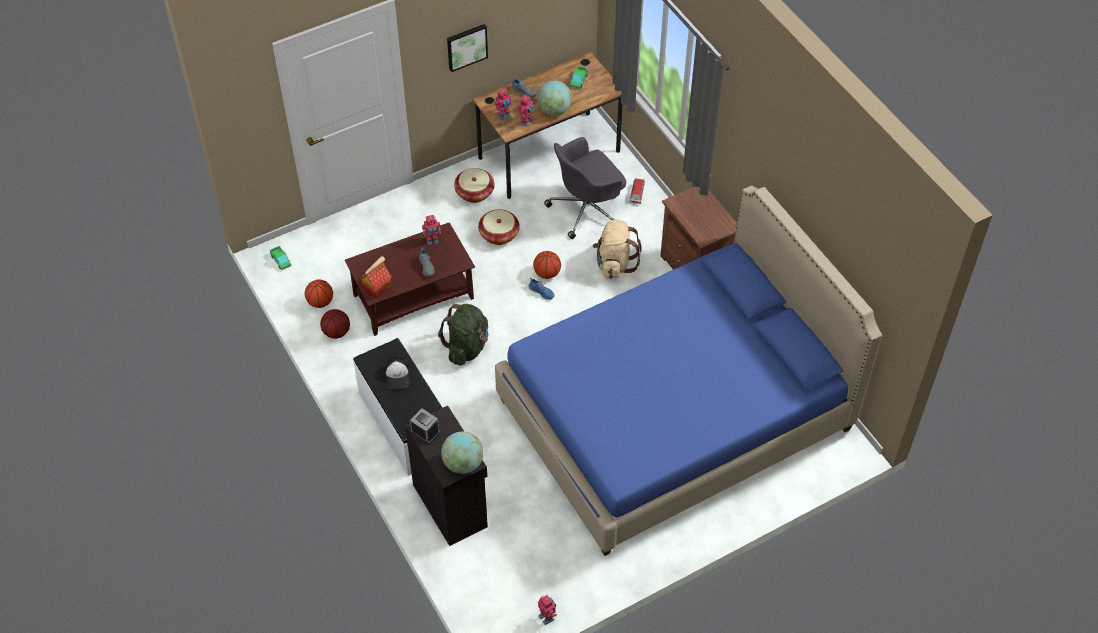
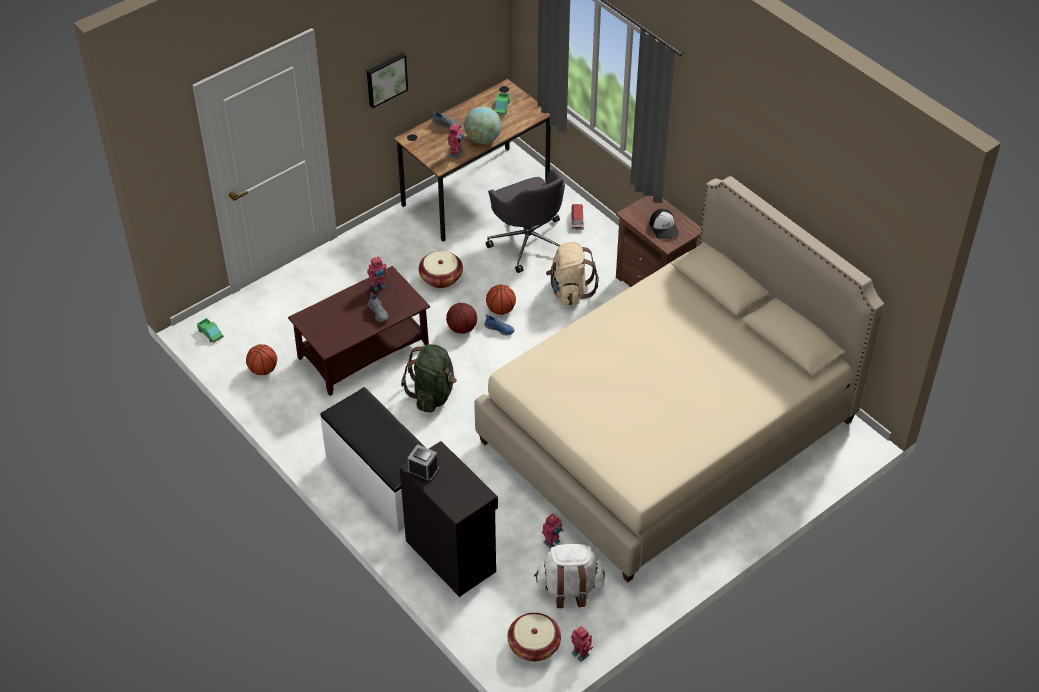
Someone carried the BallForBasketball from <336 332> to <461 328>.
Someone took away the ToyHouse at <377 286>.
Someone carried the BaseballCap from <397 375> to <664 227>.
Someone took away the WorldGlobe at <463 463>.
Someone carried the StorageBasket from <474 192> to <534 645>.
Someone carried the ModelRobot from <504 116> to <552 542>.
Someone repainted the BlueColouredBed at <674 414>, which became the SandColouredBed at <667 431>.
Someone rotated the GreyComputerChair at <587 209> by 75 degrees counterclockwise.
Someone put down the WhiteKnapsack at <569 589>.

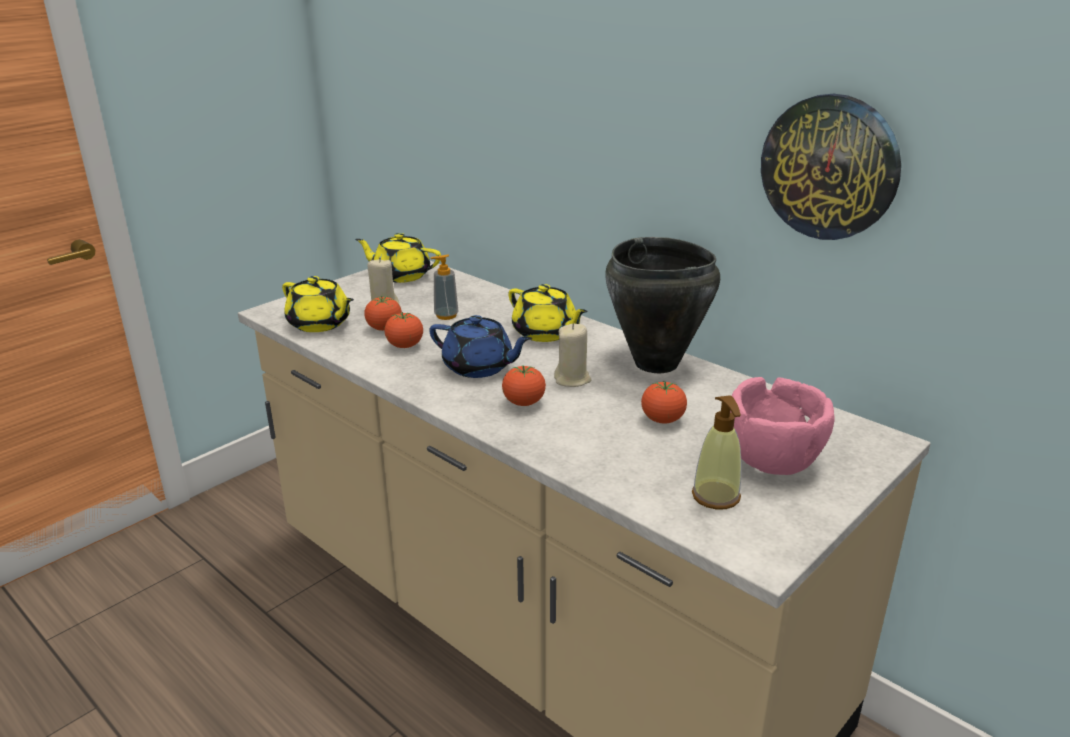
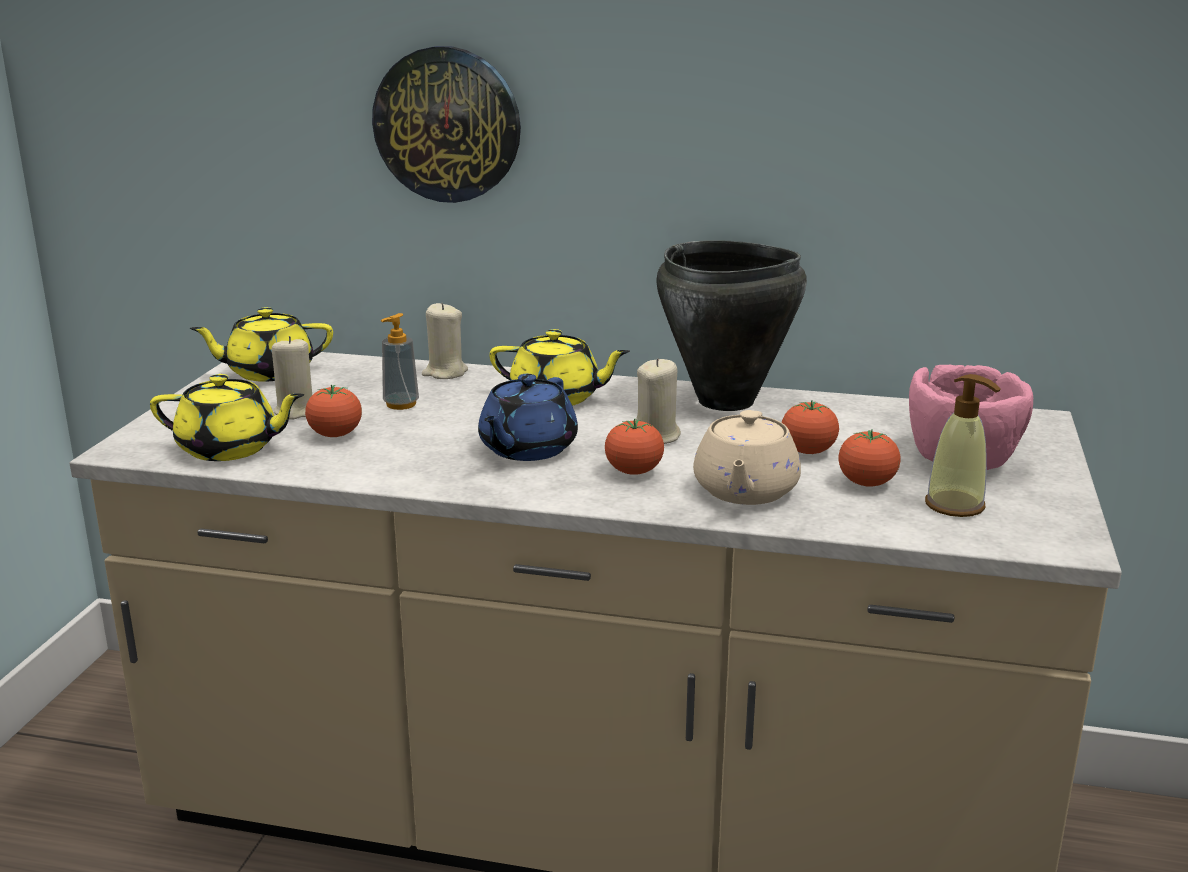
Someone carried the Tomato from <405 346> to <866 484>.
Someone rotated the BlueColouredPotForTea at <479 367> by 120 degrees clockwise.
Someone carried the ClockOnTheWall from <830 167> to <447 124>.
Someone put down the SandColouredCandle at <445 373>.
Someone put down the SandColouredPotForTea at <745 491>.

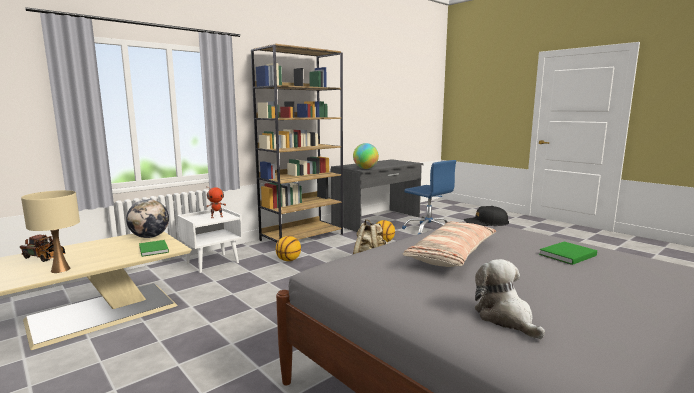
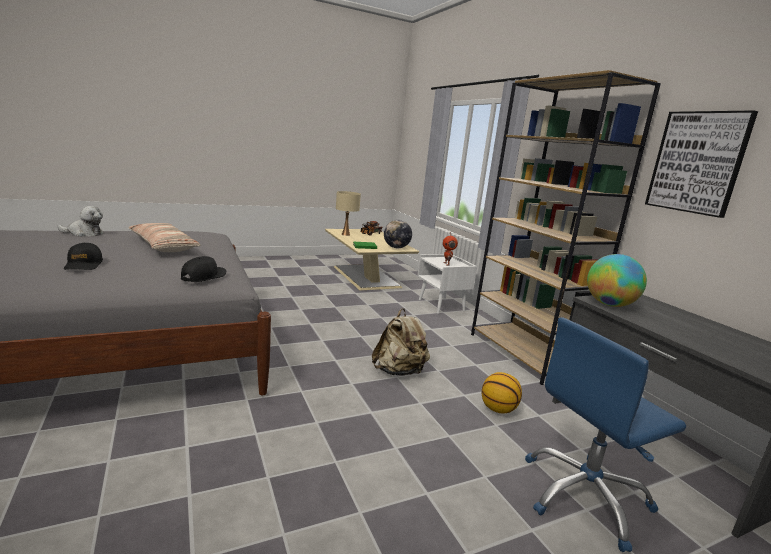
Someone took away the BallForBasketball at <288 260>.
Someone swapped the GreenBook at <566 255> for the BlackishBaseballCap at <84 265>.
Someone put up the WallPicture at <697 162>.

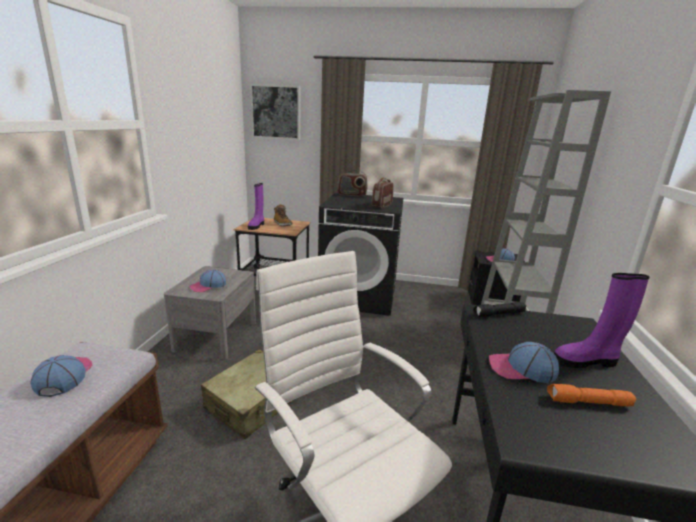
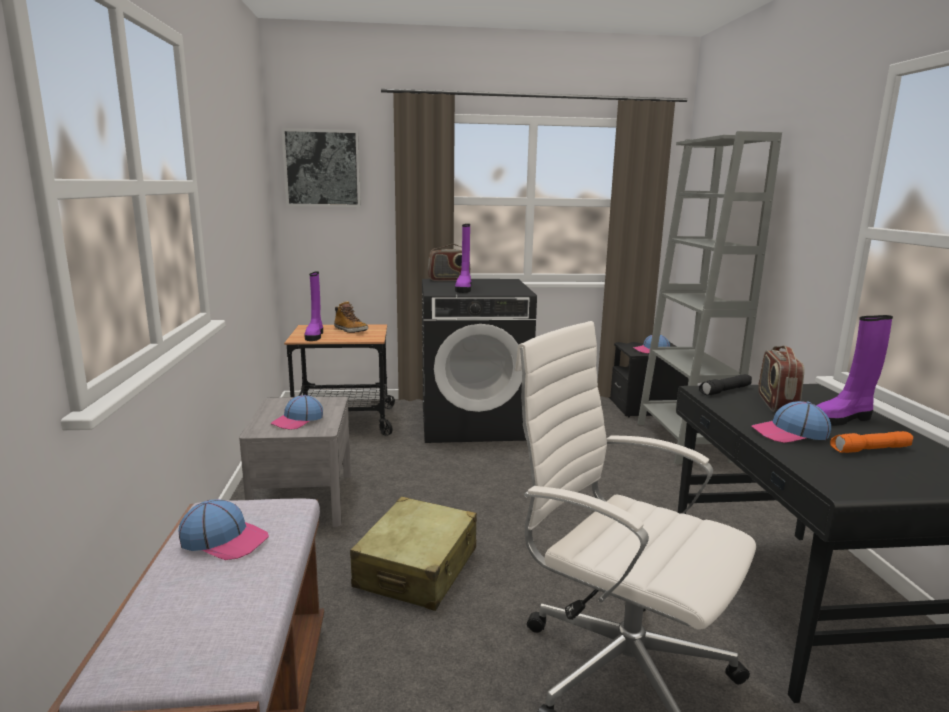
Someone rotated the BaseballCap at <64 377> by 135 degrees clockwise.
Someone carried the Radio from <381 205> to <776 403>.
Someone put down the PurpleColouredTallBoot at <464 289>.

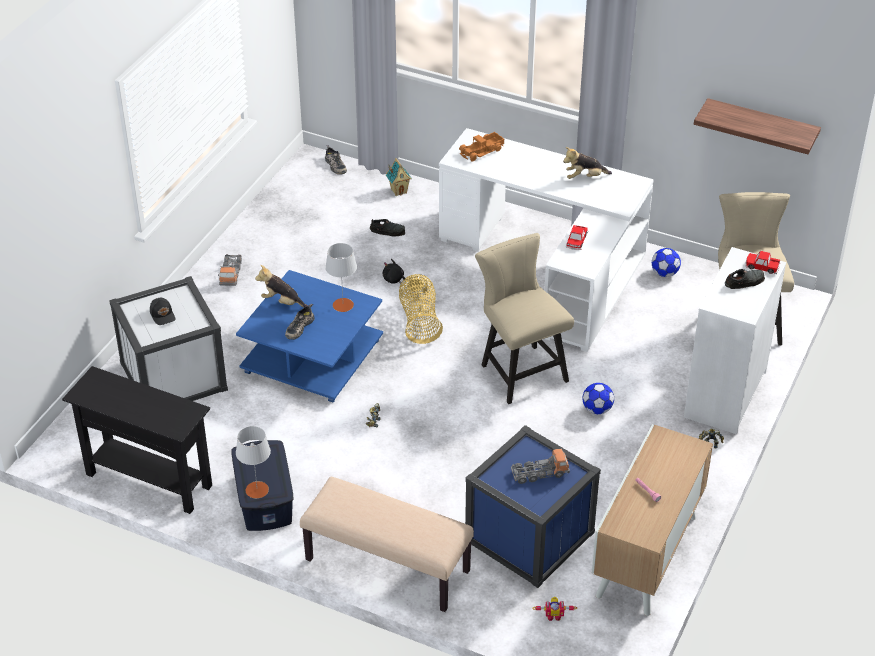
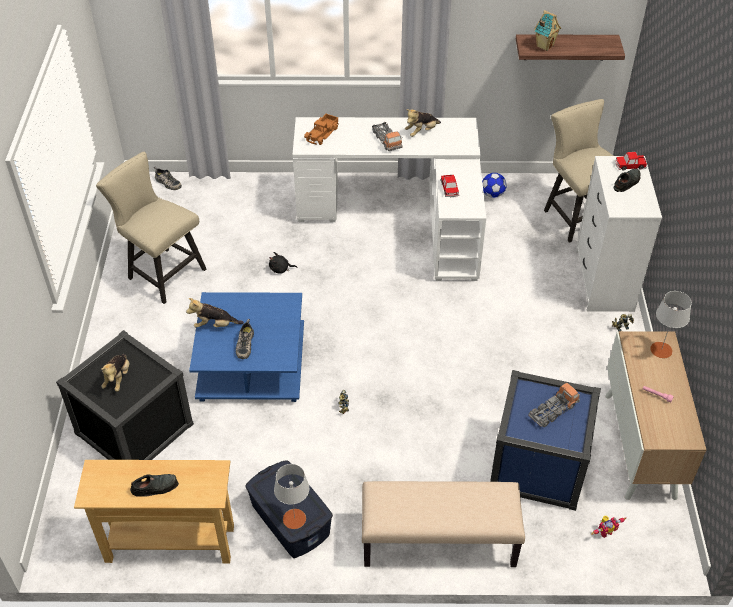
Someone repainted the BlackishHallTable at <149 480>, which became the SandColouredHallTable at <170 543>.
Someone repainted the WhiteStorageContainer at <173 376>, which became the BlackishStorageContainer at <134 428>.
Someone swapped the BlackishBaseballCap at <163 315> for the SoftToy at <118 378>.
Someone carried the ToyLorry from <231 274> to <386 140>.
Someone carried the GreyTableLamp from <343 305> to <661 350>.
Someone carried the BlackishShoe from <388 231> to <155 487>.
Someone carried the ToyHouse from <399 191> to <544 45>.
Someone took away the StorageBasket at <420 320>.
Someone carried the SandColouredPlainChair from <520 370> to <162 272>.
Someone took away the Football at <597 409>.

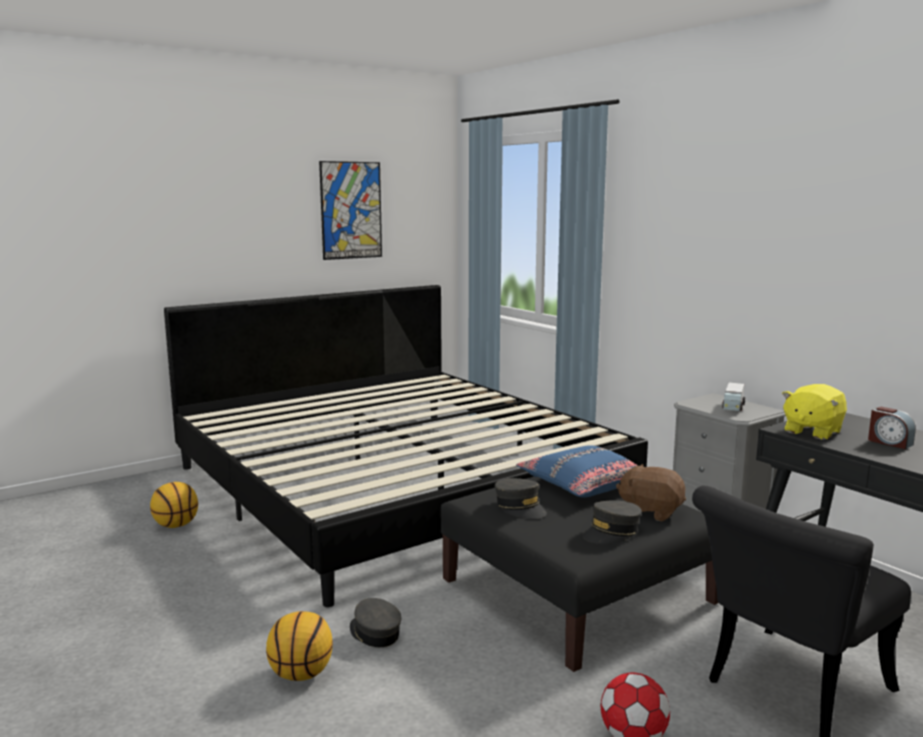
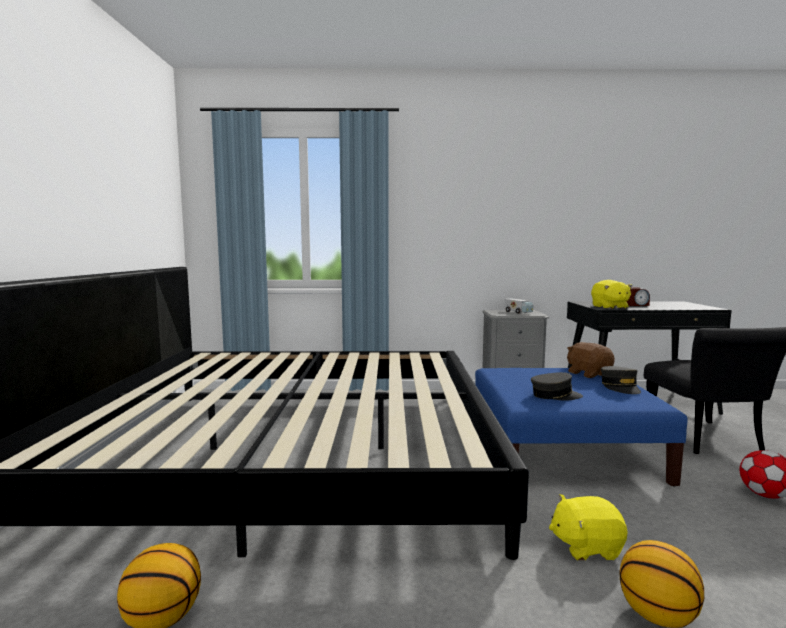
Someone took away the WallPicture at <351 210>.
Someone swapped the GreyBaseballCap at <374 633> for the YellowColouredSoftToy at <586 546>.
Someone repainted the BlackishFootrest at <577 590>, which became the BlueColouredFootrest at <560 450>.
Someone took away the BlueColouredThrowPillow at <584 484>.
Someone rotated the BrownSoftToy at <651 511> by 90 degrees clockwise.

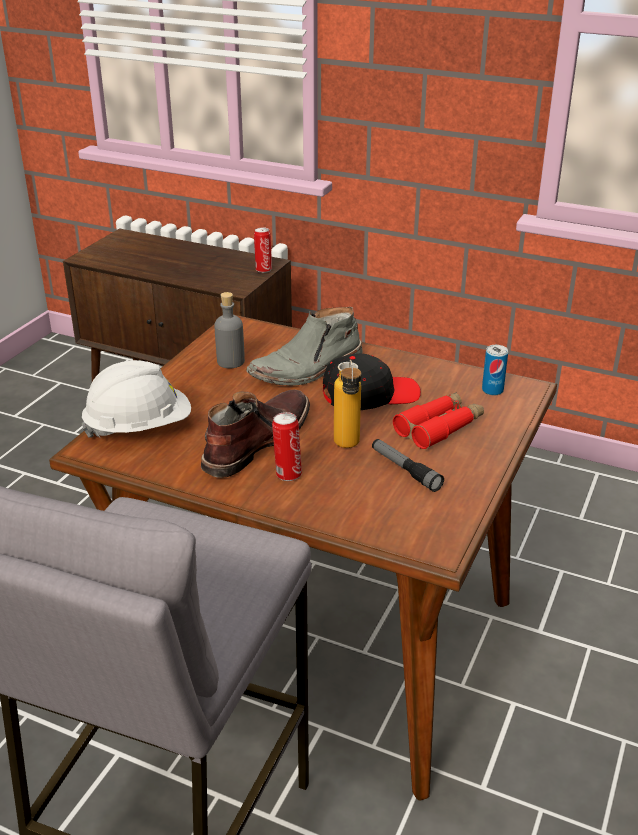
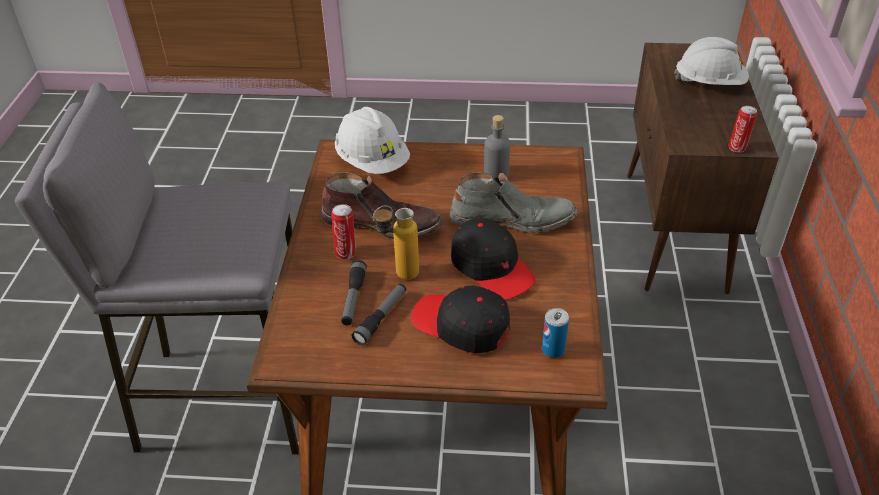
Someone rotated the GreyTallBoot at <307 369> by 150 degrees clockwise.
Someone swapped the ReddishFieldGlasses at <439 427> for the BlackishBaseballCap at <461 325>.
Someone put down the HandTorch at <353 298>.
Someone put down the WhiteWorkHelmet at <709 83>.

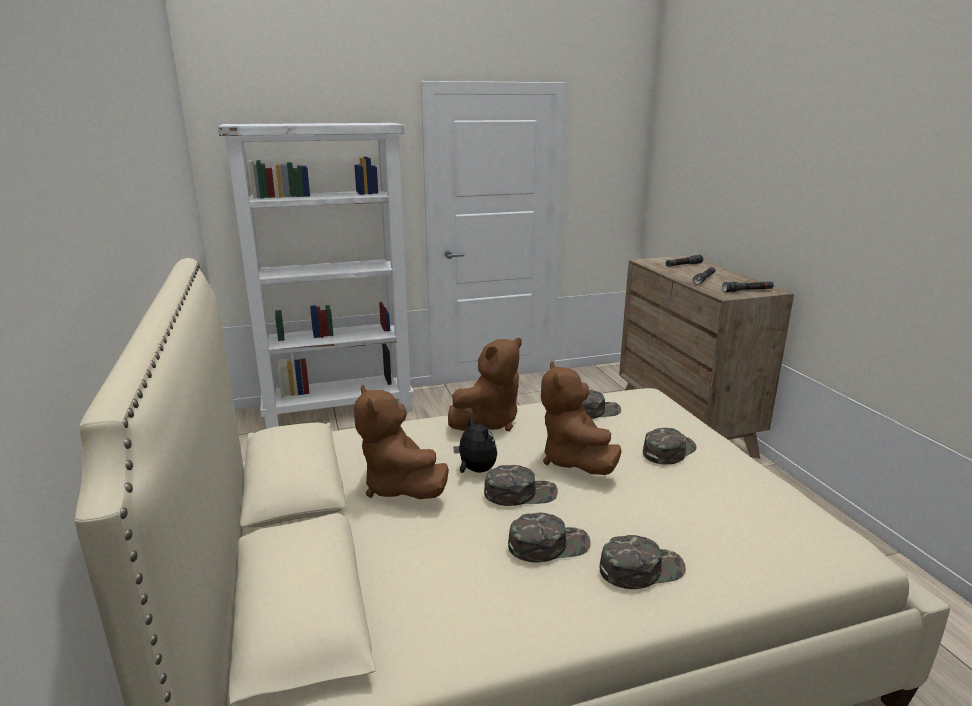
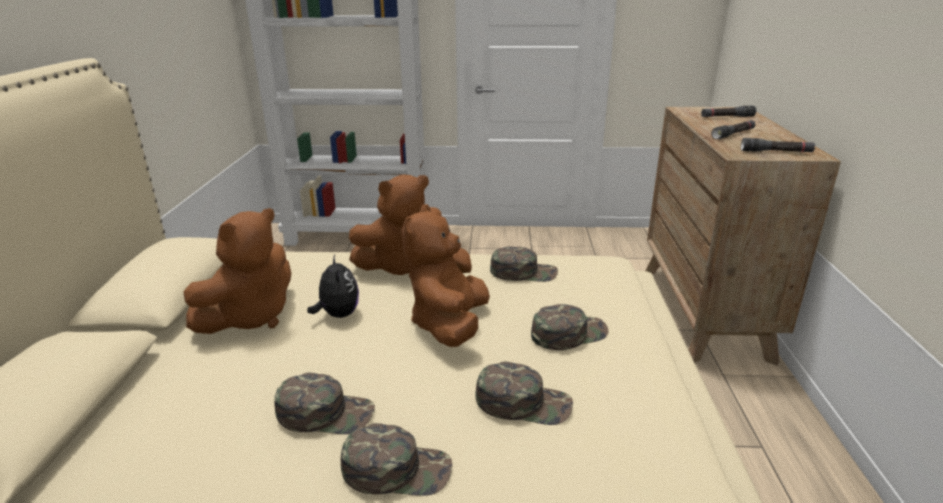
Someone rotated the BrownSoftToy at <399 487> by 135 degrees counterclockwise.
Someone carried the GreenBaseballCap from <520 493> to <523 402>.

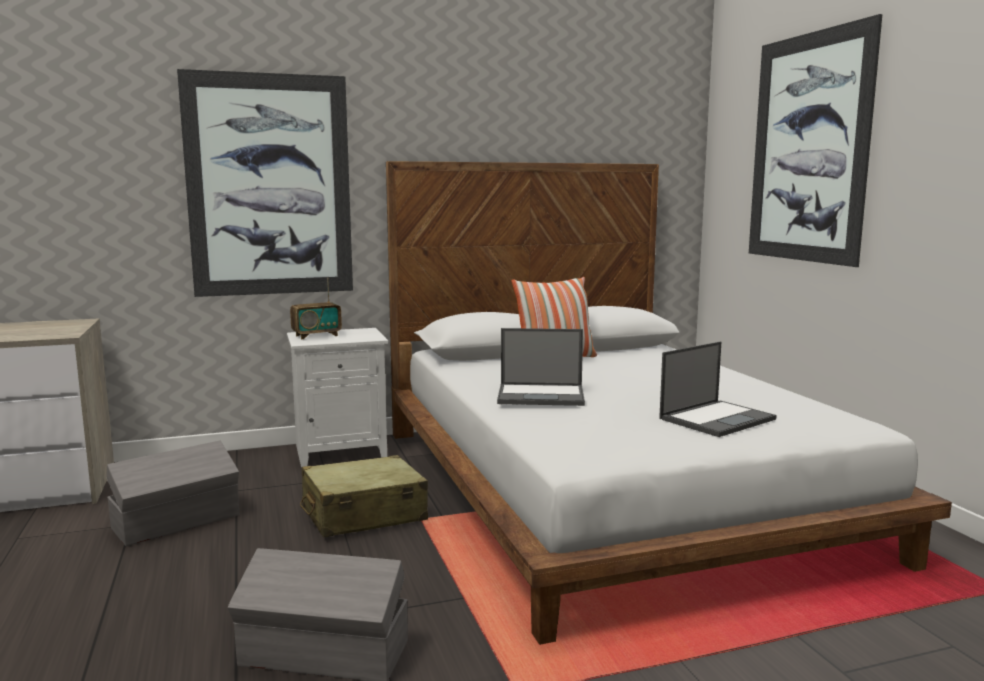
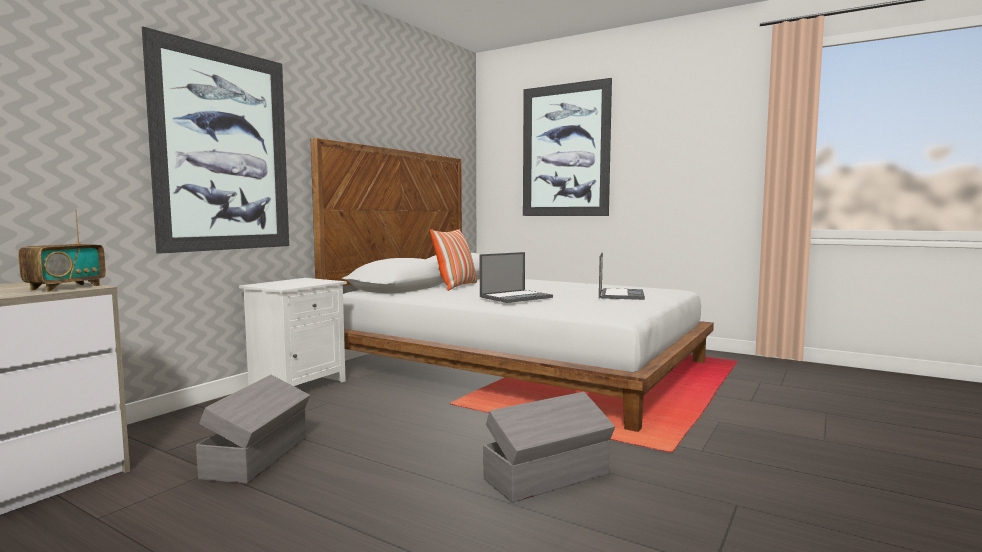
Someone carried the Radio from <316 335> to <65 287>.
Someone took away the SandColouredSuitcase at <363 514>.

